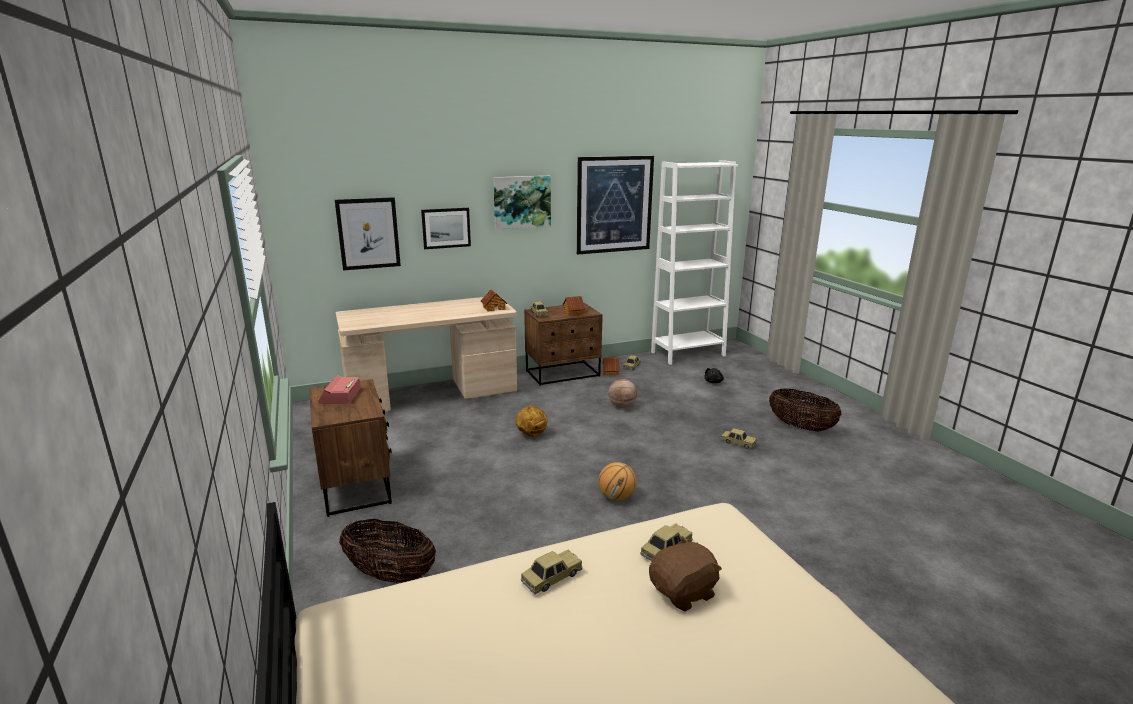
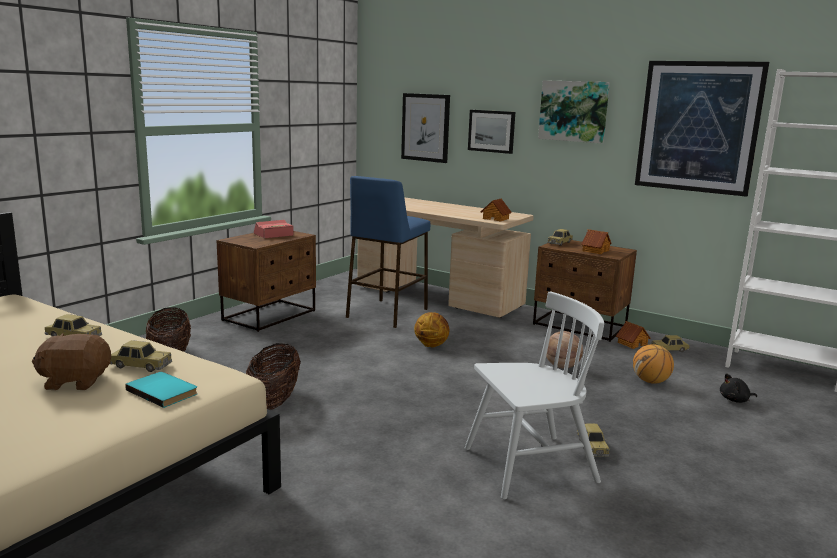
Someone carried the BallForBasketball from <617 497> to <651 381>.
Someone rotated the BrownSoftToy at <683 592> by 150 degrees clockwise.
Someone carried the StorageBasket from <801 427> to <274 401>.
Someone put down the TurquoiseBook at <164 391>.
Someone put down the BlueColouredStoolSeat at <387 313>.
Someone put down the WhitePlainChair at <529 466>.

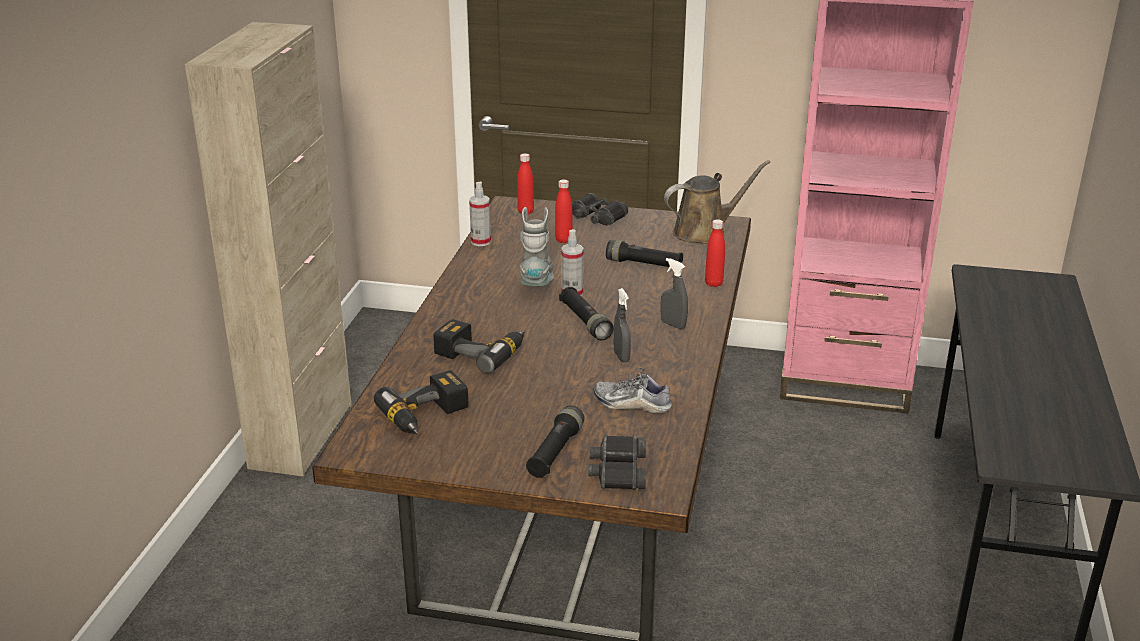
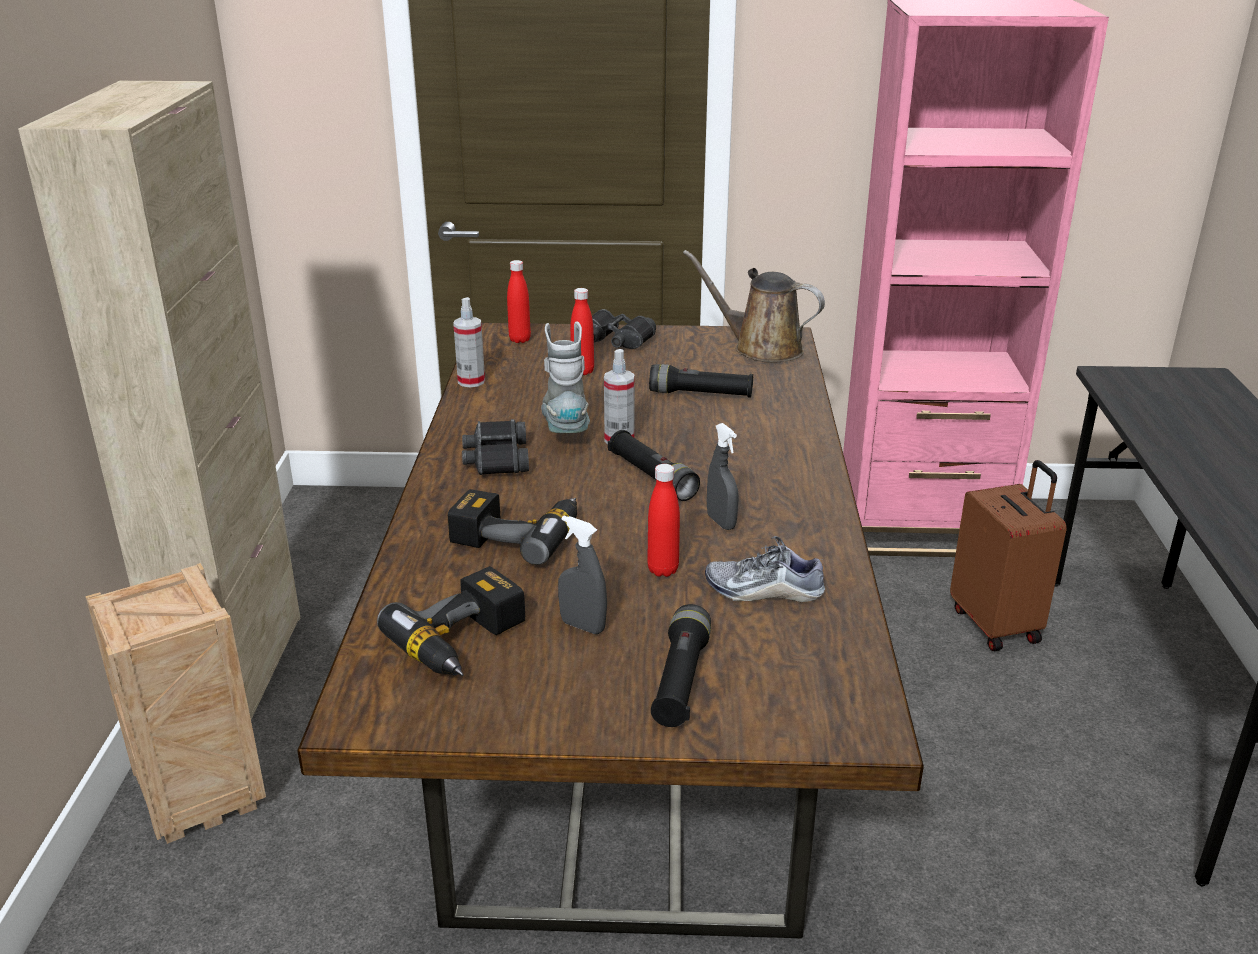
Someone carried the BlackishFieldGlasses from <617 471> to <496 459>.
Someone carried the GreySprayBottle from <673 325> to <582 626>.
Someone rotated the BrownSprinklingCan at <704 232> by 120 degrees counterclockwise.
Someone carried the ReddishDrinkBottle from <713 283> to <663 570>.
Someone put down the PackingCrate at <204 796>.
Someone put down the BrownSuitcase at <997 624>.

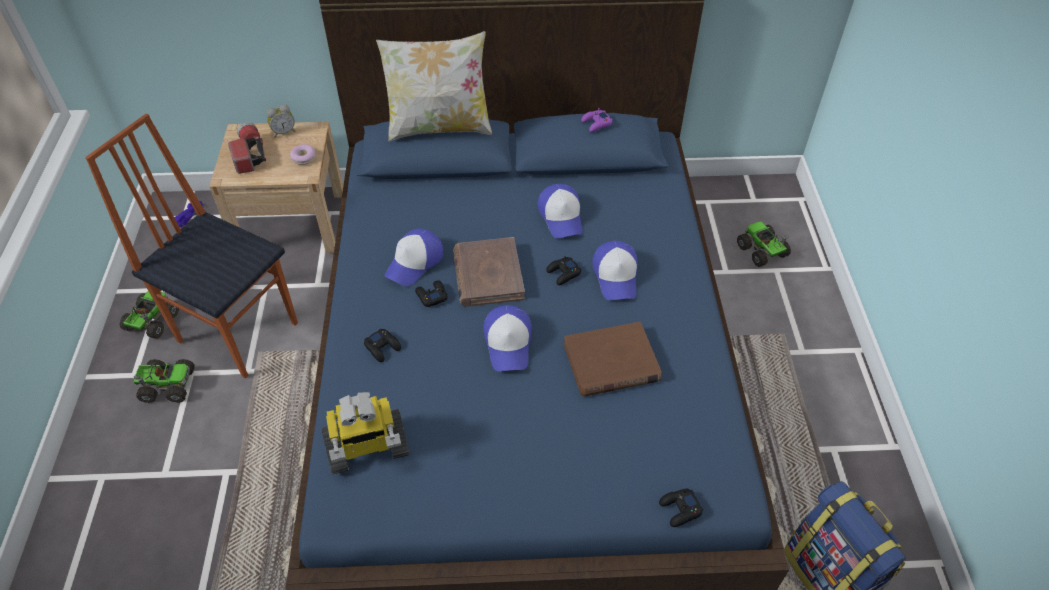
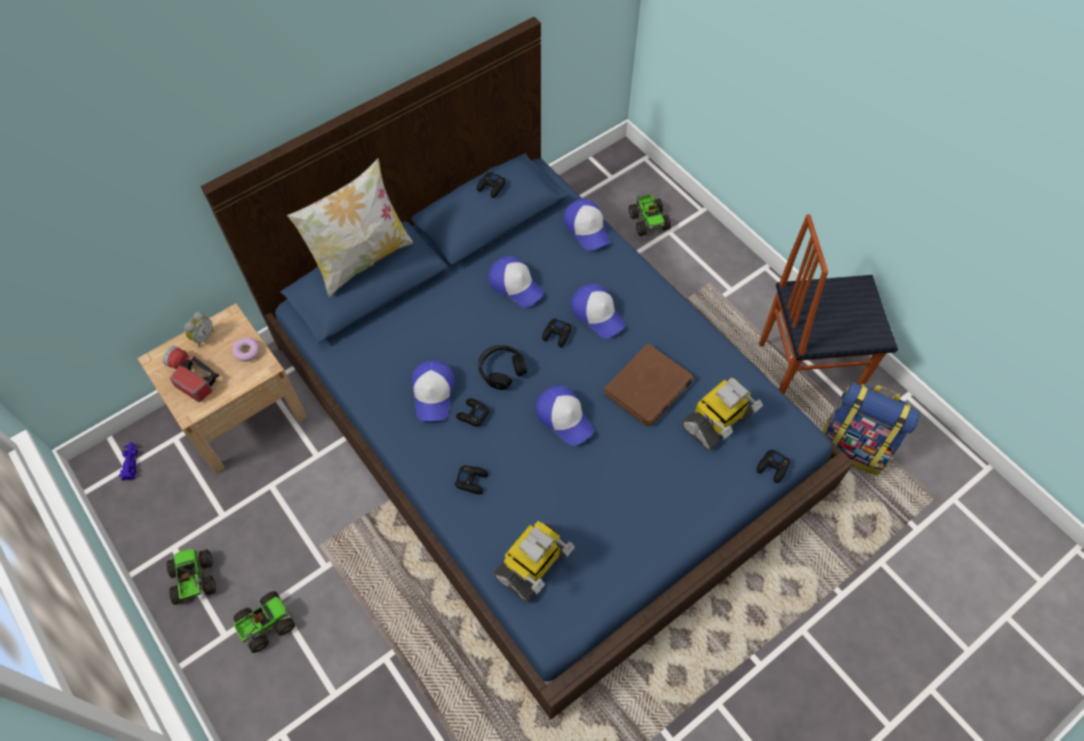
Someone carried the PlainChair from <238 330> to <804 368>.
Someone swapped the BrownBook at <488 275> for the BlackishHeadset at <501 370>.
Someone repainted the PurpleColouredJoypad at <596 124>, which became the BlackishJoypad at <491 187>.
Someone rotated the ToyLorry at <762 251> by 135 degrees counterclockwise.
Someone put down the BaseballCap at <587 228>.
Someone put down the ModelRobot at <717 422>.

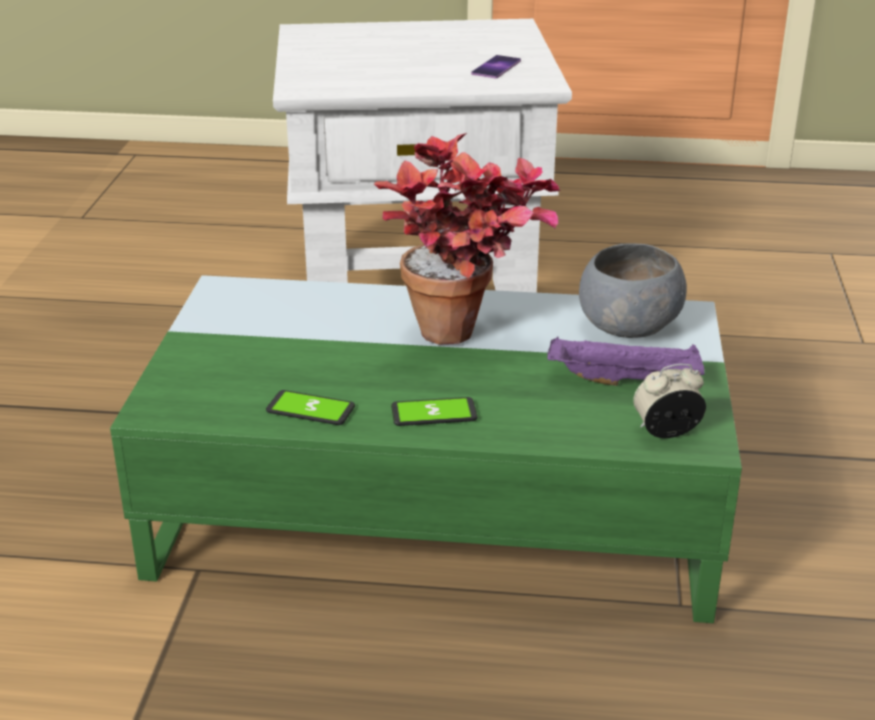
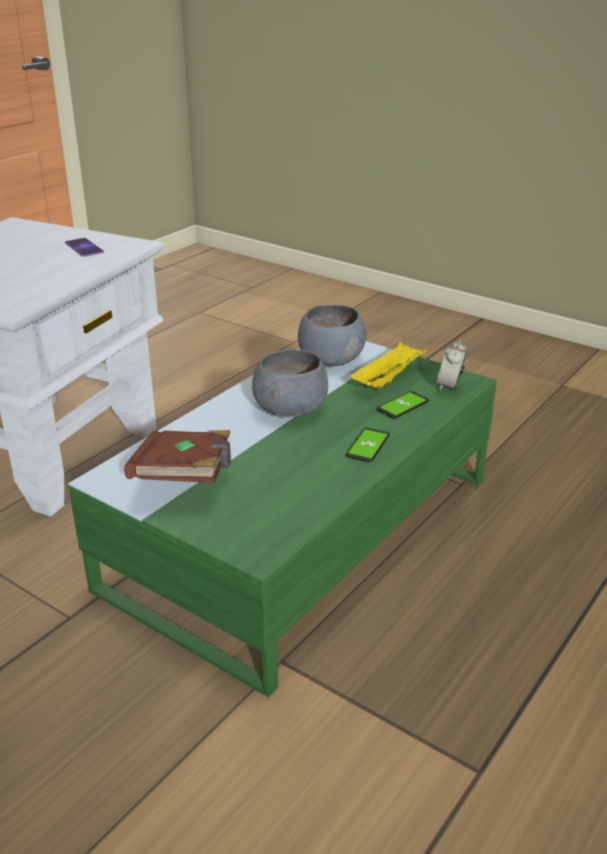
Someone carried the Telephone from <310 409> to <402 406>.
Someone swapped the Houseplant at <466 338> for the GreyBowl at <289 409>.
Someone repainted the PurpleColouredCarryingTray at <626 380>, which became the YellowColouredCarryingTray at <387 379>.
Someone put down the BrownBook at <186 478>.

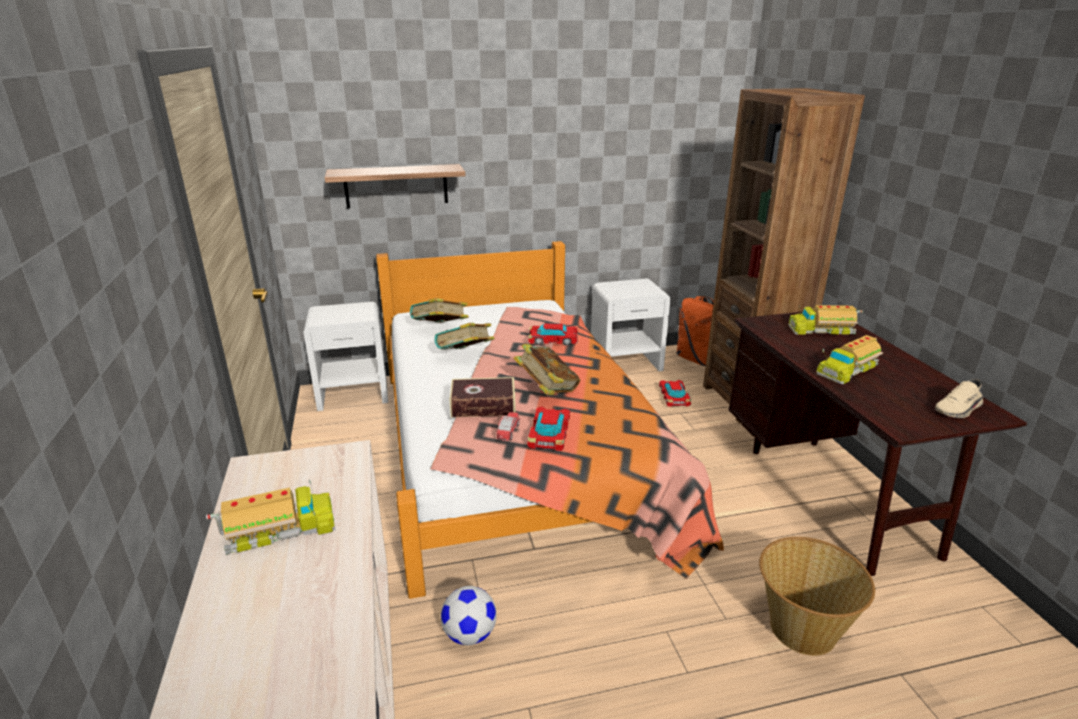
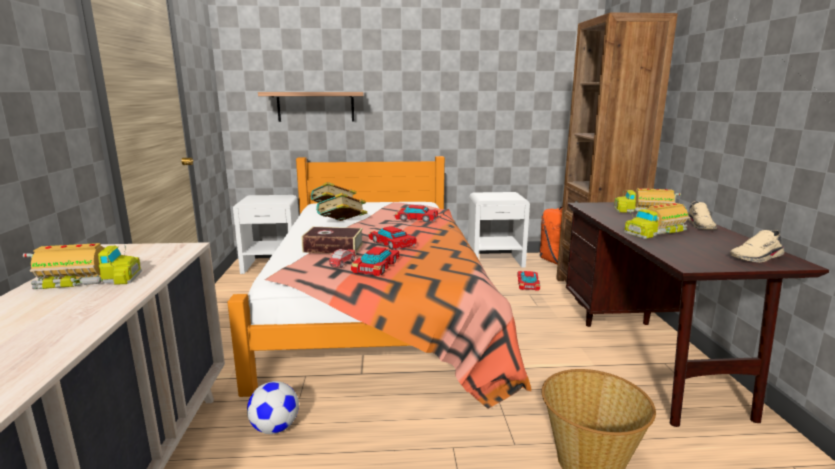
Someone swapped the Book at <547 390> for the ToyCar at <392 243>.
Someone put down the SandColouredShoe at <701 225>.

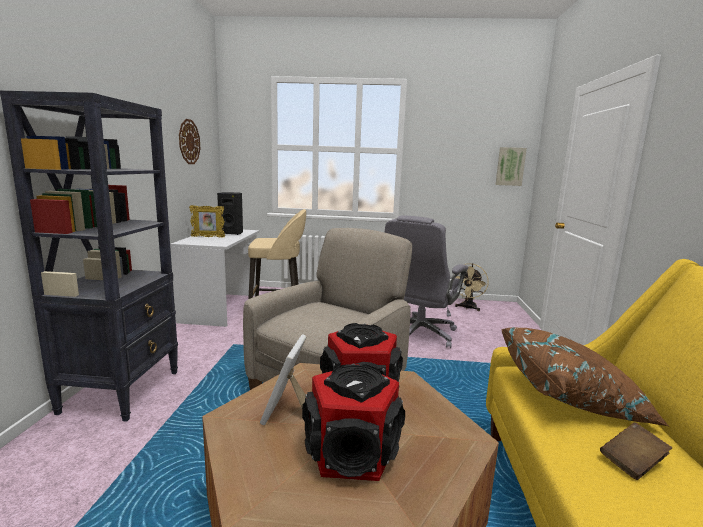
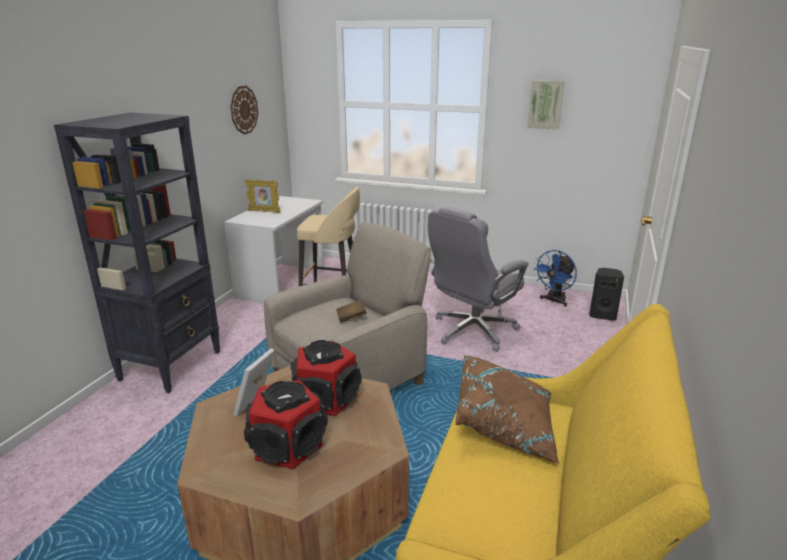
Someone carried the BlackishLoudspeaker from <232 233> to <602 315>.
Someone repainted the SandColouredElectricFan at <467 308>, which became the BlueColouredElectricFan at <554 301>.
Someone carried the WallPicture from <510 166> to <545 104>.
Someone carried the BrownBook from <632 462> to <351 318>.

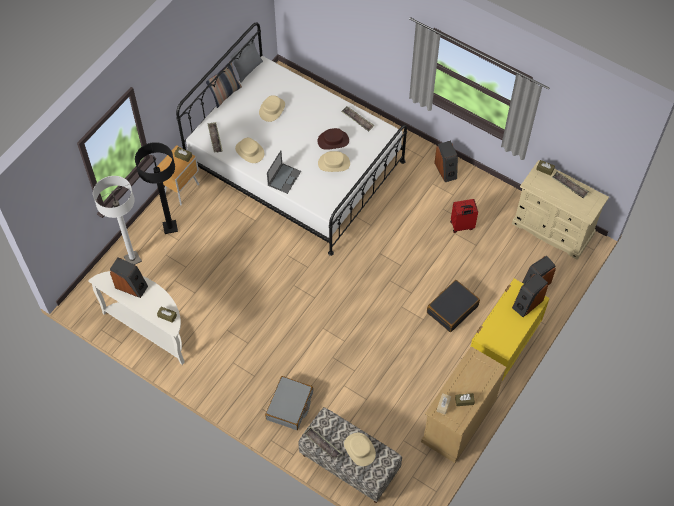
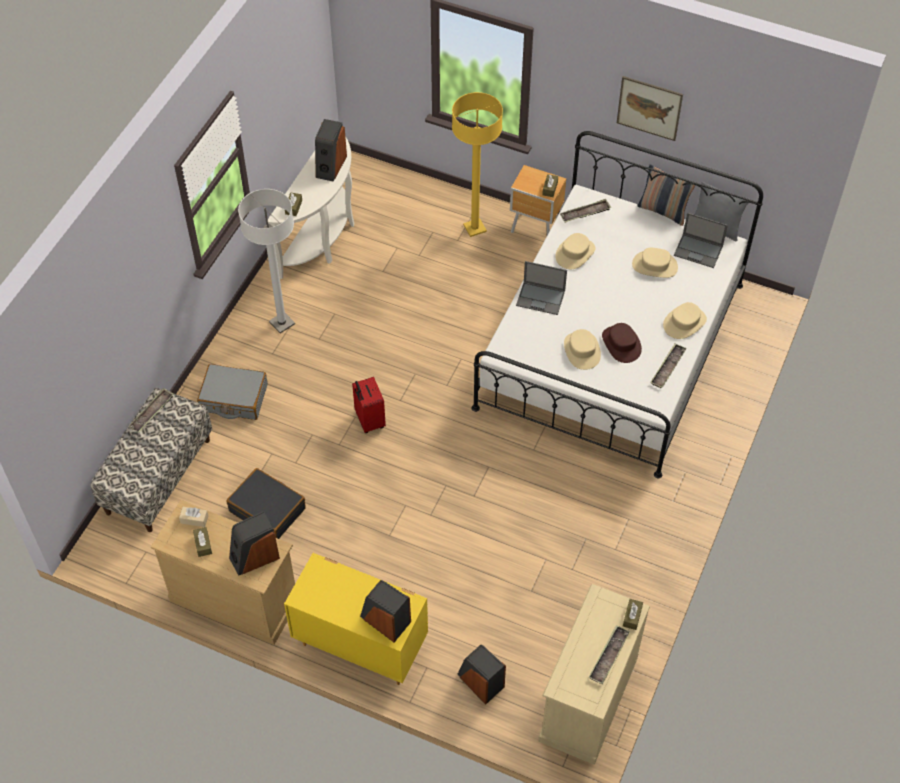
Someone carried the WhiteStandingLamp from <132 259> to <282 323>.
Someone repainted the BlackishStandingLamp at <170 227>, which became the YellowColouredStandingLamp at <474 228>.
Someone carried the SandColouredHat from <360 449> to <684 322>.
Someone carried the BlackishSuitcase from <452 309> to <268 509>.
Someone carried the Loudspeaker from <446 170> to <254 557>.
Someone carried the ReddishSuitcase from <462 226> to <369 421>.
Someone put up the WallPicture at <649 108>.
Someone put down the Laptop at <699 251>.

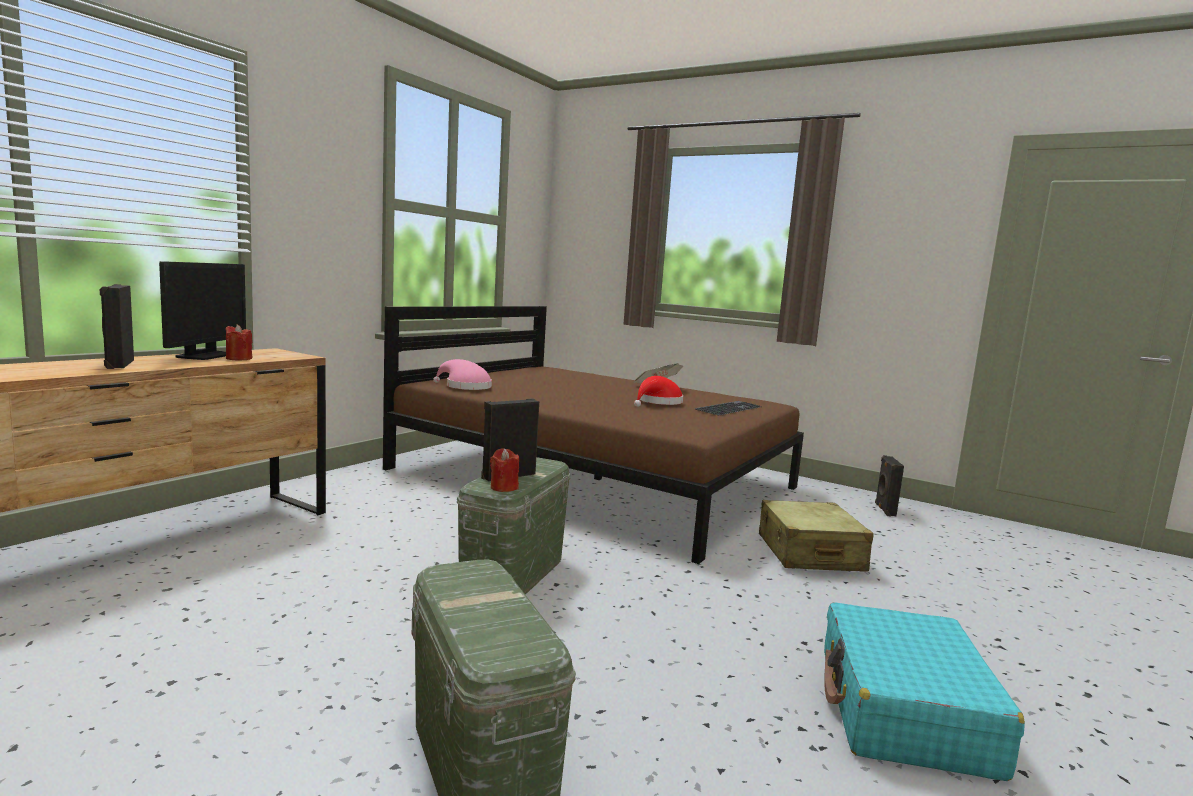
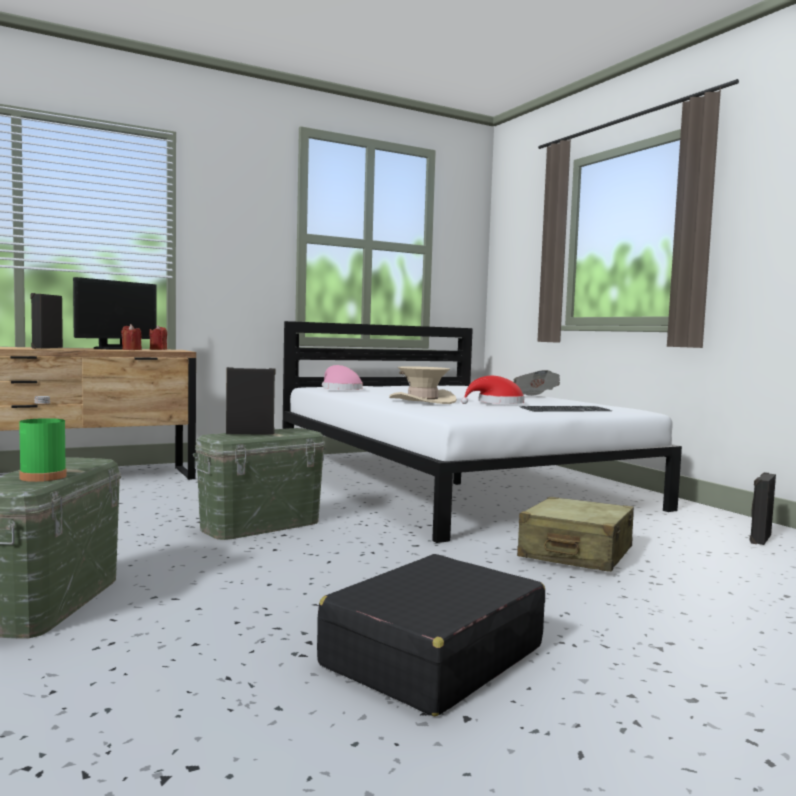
Someone repainted the BrownBed at <595 478>, which became the WhiteBed at <455 483>.
Someone carried the ReddishCandle from <504 487> to <158 349>.
Someone repainted the TurquoiseSuitcase at <904 710>, which became the BlackishSuitcase at <432 656>.
Someone put down the GreenDrinkBottle at <43 477>.
Someone put down the SandColouredHat at <422 401>.

